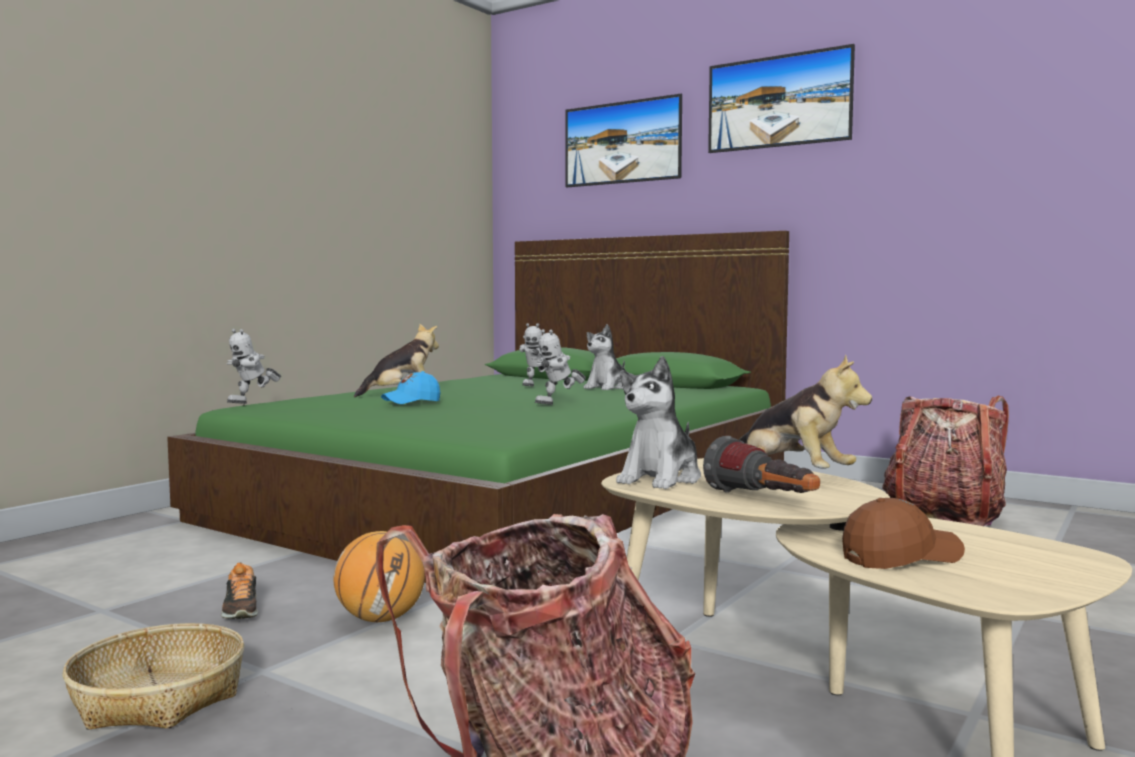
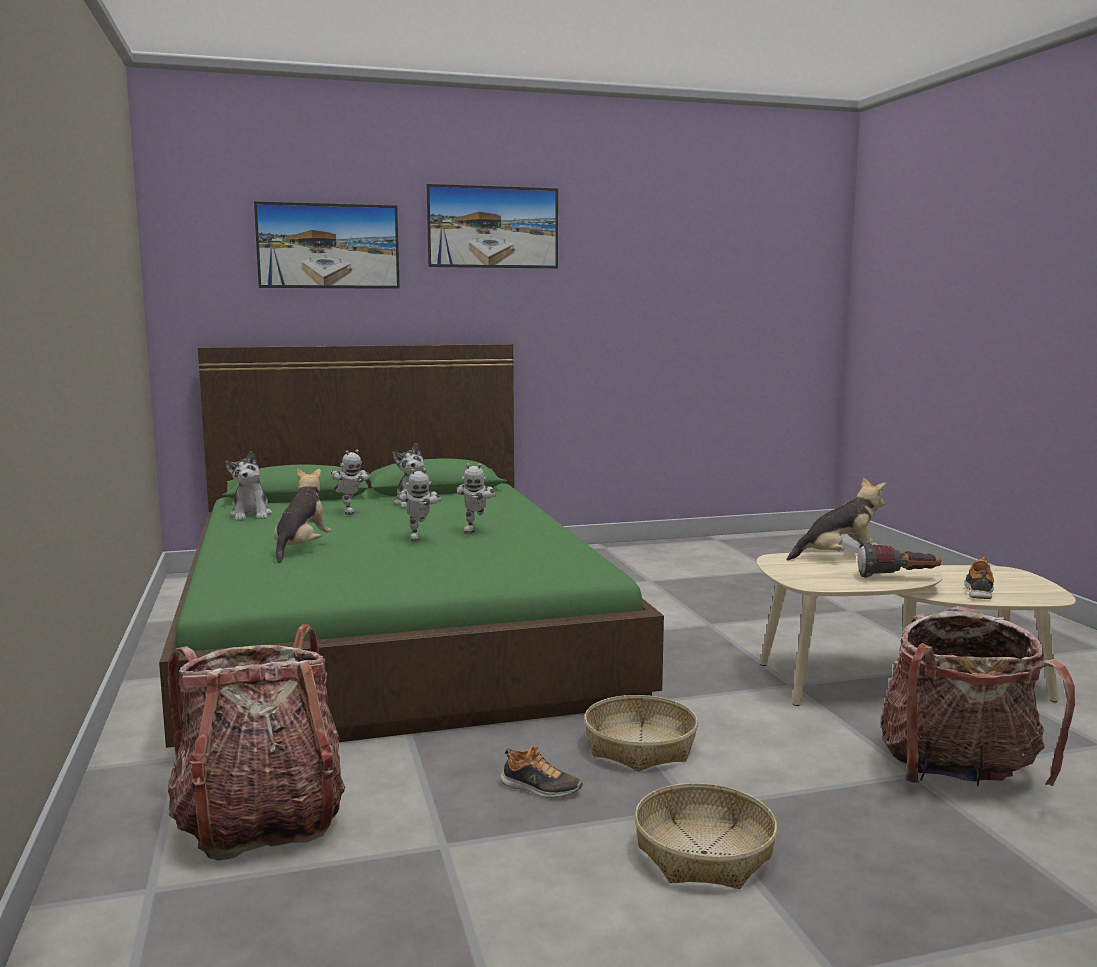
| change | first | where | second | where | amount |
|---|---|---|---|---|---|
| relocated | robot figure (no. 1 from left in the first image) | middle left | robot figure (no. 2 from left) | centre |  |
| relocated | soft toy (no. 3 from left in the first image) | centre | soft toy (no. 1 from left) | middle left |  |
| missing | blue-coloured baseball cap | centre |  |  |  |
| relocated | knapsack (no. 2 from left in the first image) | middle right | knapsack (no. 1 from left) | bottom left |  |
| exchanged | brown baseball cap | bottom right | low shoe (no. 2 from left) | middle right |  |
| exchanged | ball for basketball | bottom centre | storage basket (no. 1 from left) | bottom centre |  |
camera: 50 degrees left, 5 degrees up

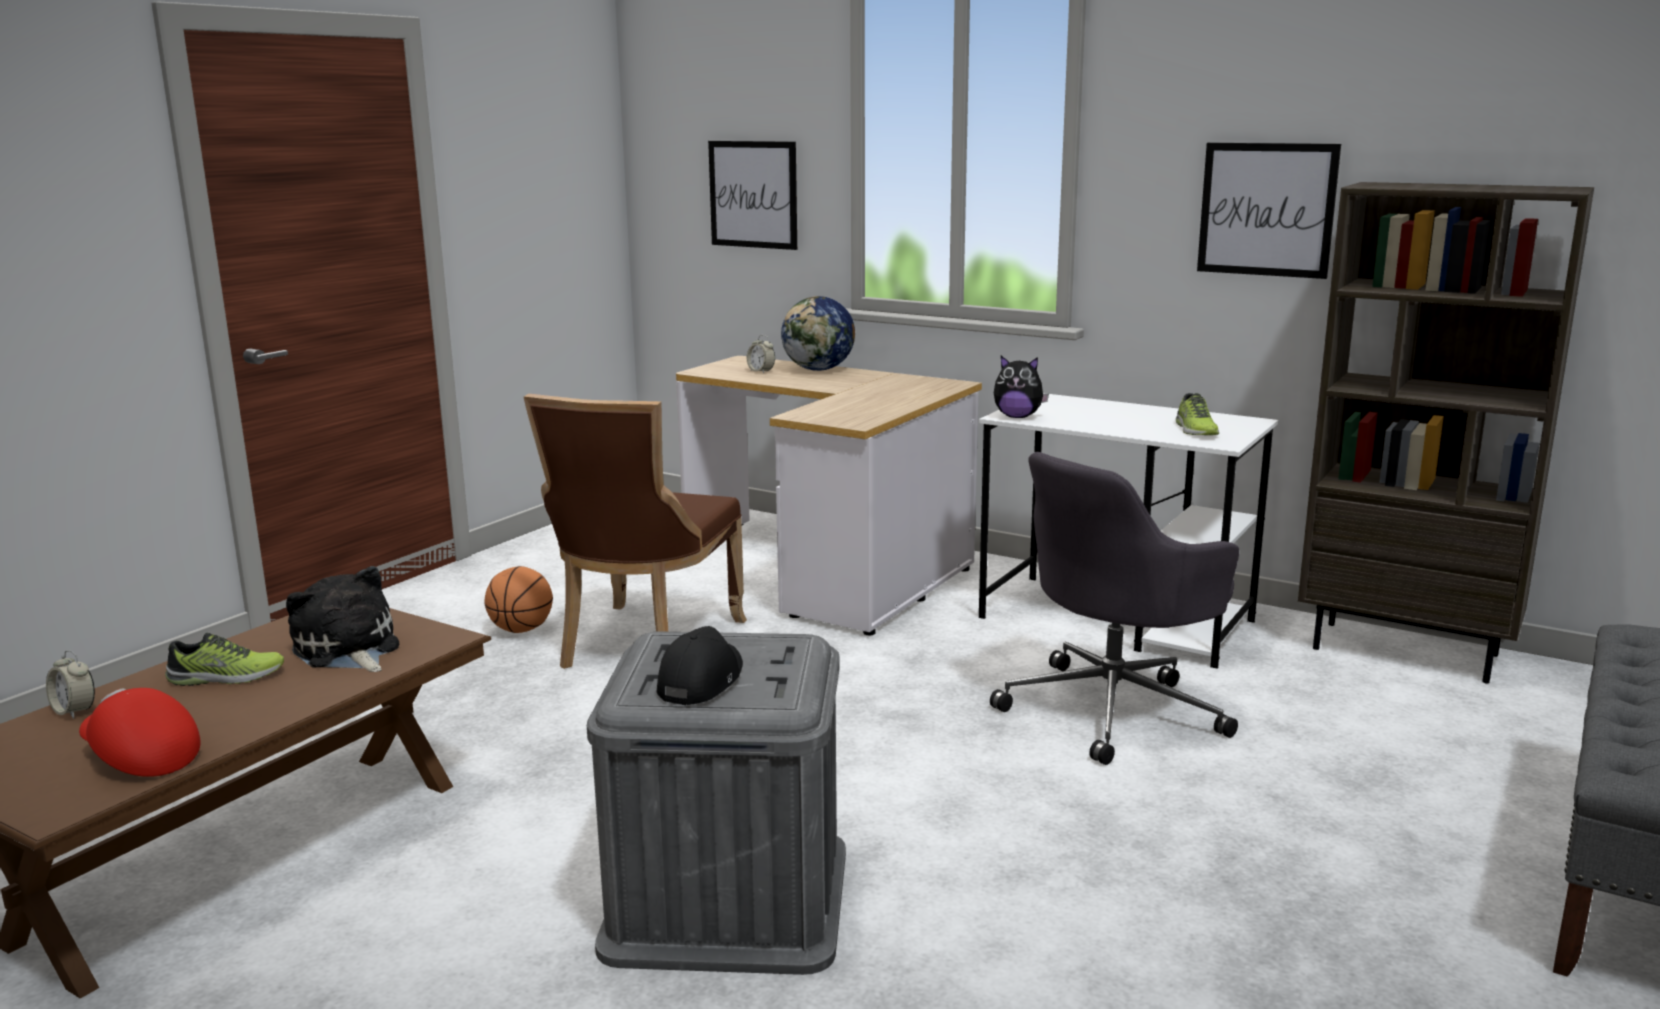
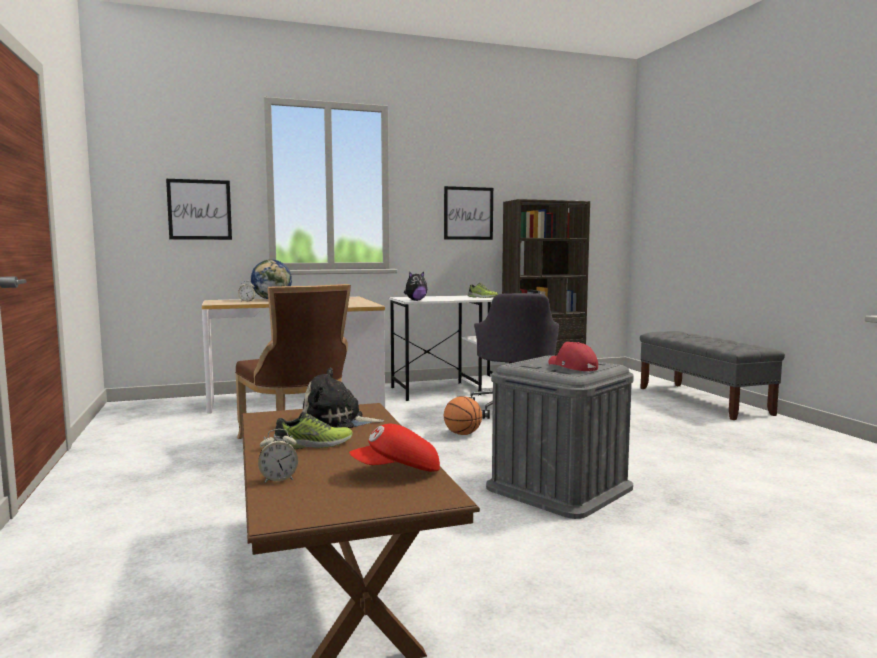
| change | first | where | second | where | amount |
|---|---|---|---|---|---|
| relocated | ball for basketball | middle left |  | centre |  |
| colour | black-coloured baseball cap | centre | reddish baseball cap (no. 2 from left) | centre |  |
| spun | low shoe (no. 1 from left) | middle left |  | centre | 45 degrees clockwise |
camera: 50 degrees left, 10 degrees down

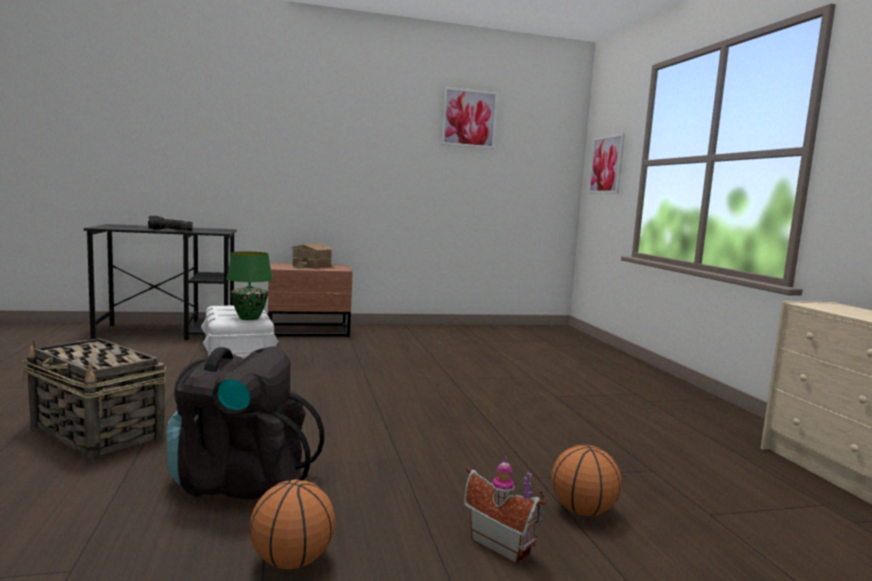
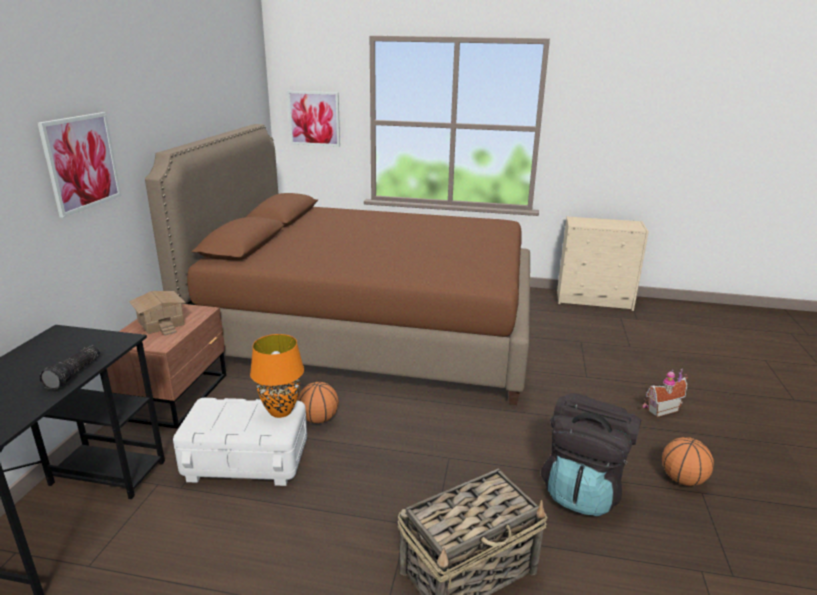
| change | first | where | second | where | amount |
|---|---|---|---|---|---|
| relocated | wall picture (no. 1 from left) | top centre |  | top left |  |
| colour | green lamp for a table | middle left | orange-coloured lamp for a table | centre |  |
| relocated | ball for basketball (no. 2 from left in the first image) | bottom right | ball for basketball (no. 1 from left) | bottom centre |  |
| appeared |  |  | brown sleeping bed | centre |  |
camera: 65 degrees left, 15 degrees up

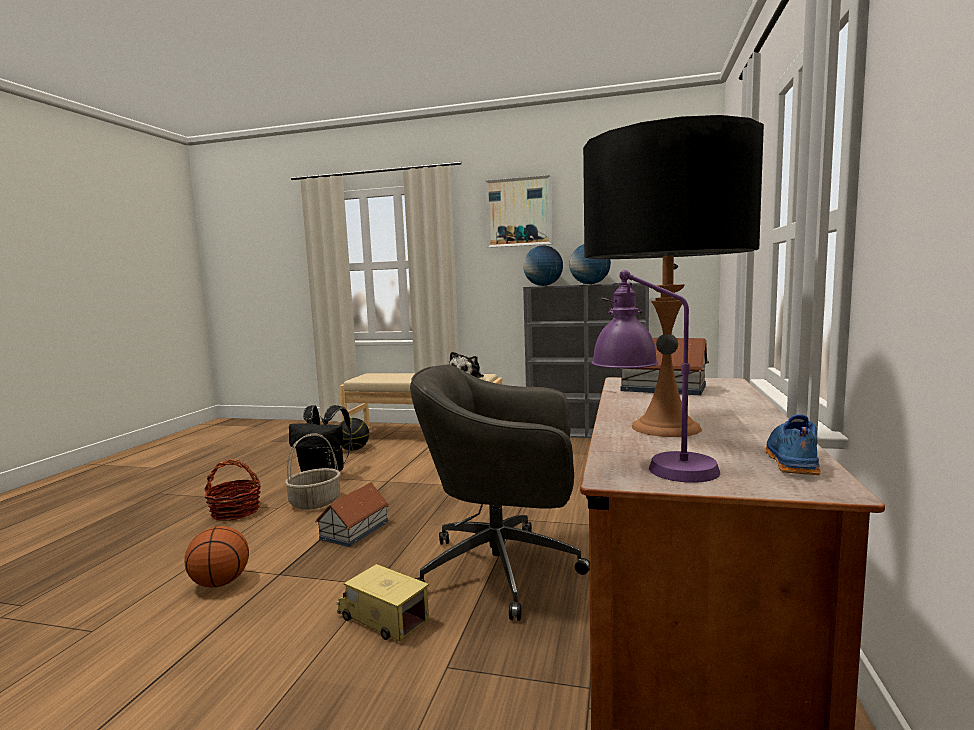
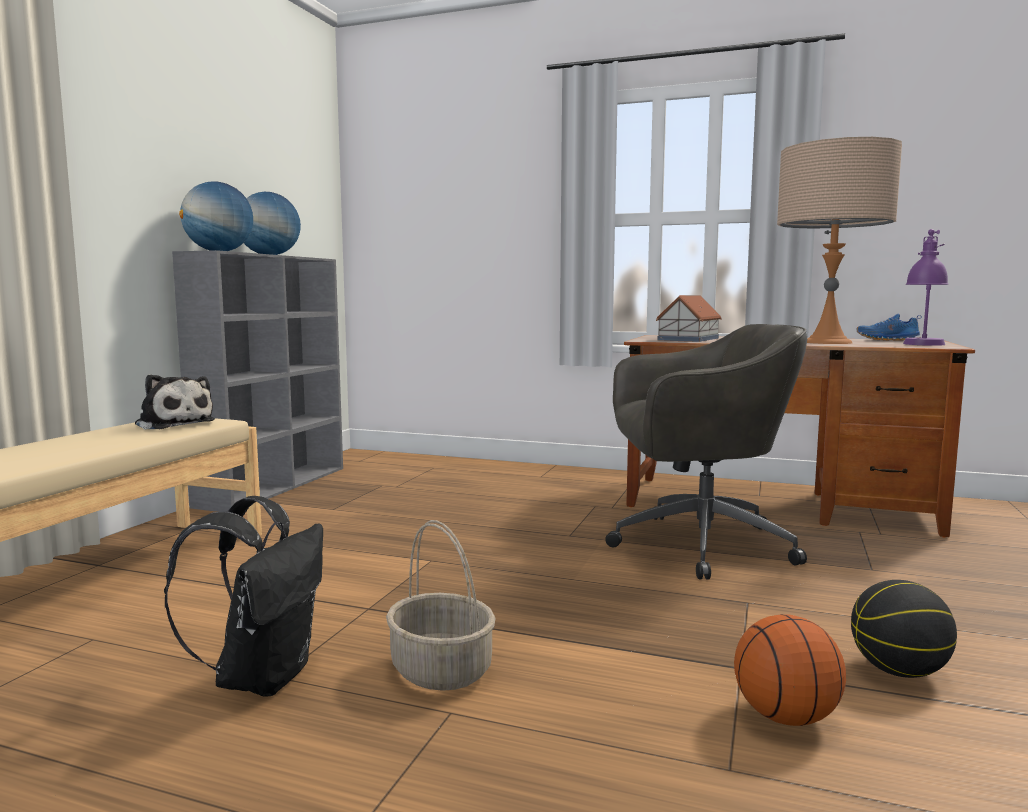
| change | first | where | second | where | amount |
|---|---|---|---|---|---|
| colour | black-coloured lamp for a table | middle right | beige lamp for a table | top right |  |
| missing | wall picture | top centre |  |  |  |
| spun | gray office chair | bottom centre |  | middle right | 105 degrees counterclockwise |
| relocated | ball for basketball (no. 2 from left) | centre |  | bottom right |  |
| missing | storage basket (no. 1 from left) | bottom left |  |  |  |
| missing | miniature house (no. 1 from left) | bottom centre |  |  |  |
| missing | toy lorry | bottom centre |  |  |  |
camera: 85 degrees left, 0 degrees up

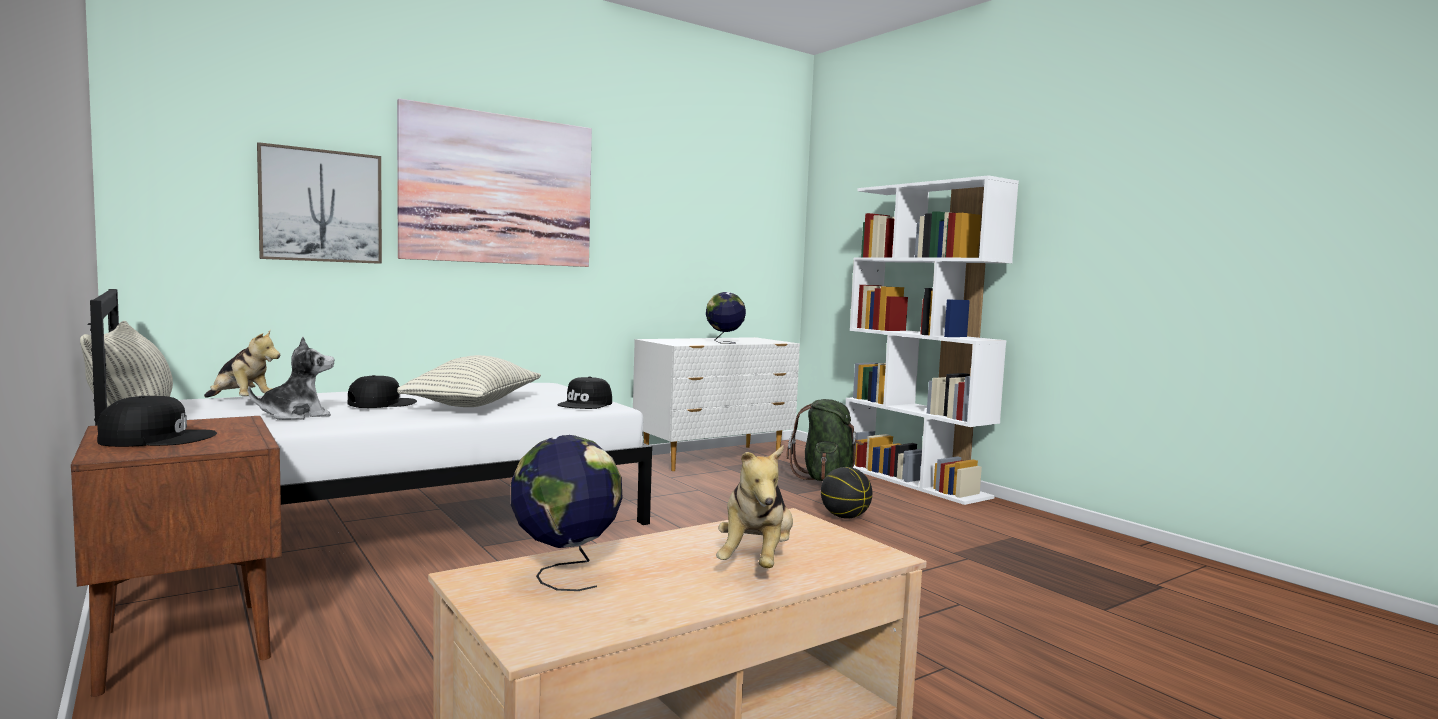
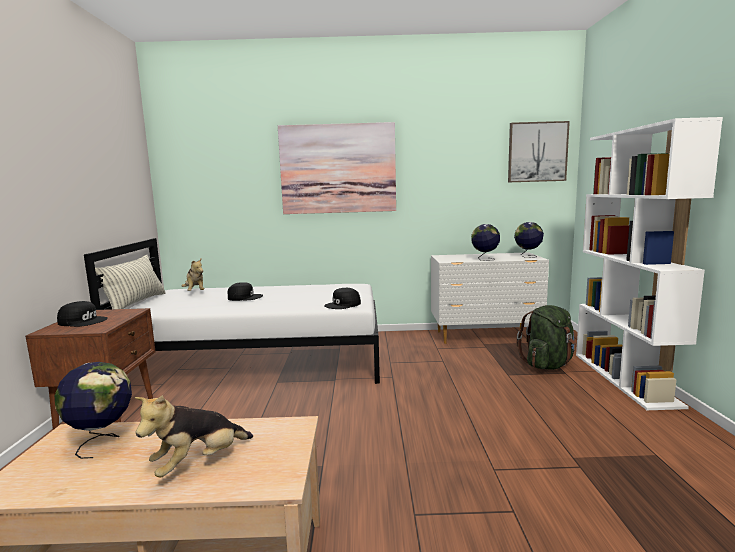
| change | first | where | second | where | amount |
|---|---|---|---|---|---|
| relocated | wall picture (no. 1 from left in the first image) | top left | wall picture (no. 2 from left) | top right |  |
| missing | soft toy (no. 2 from left) | middle left |  |  |  |
| missing | cushion (no. 2 from left) | middle left |  |  |  |
| missing | ball for basketball | bottom centre |  |  |  |
| appeared |  |  | world globe (no. 3 from left) | middle right |  |
camera: 35 degrees right, 5 degrees up

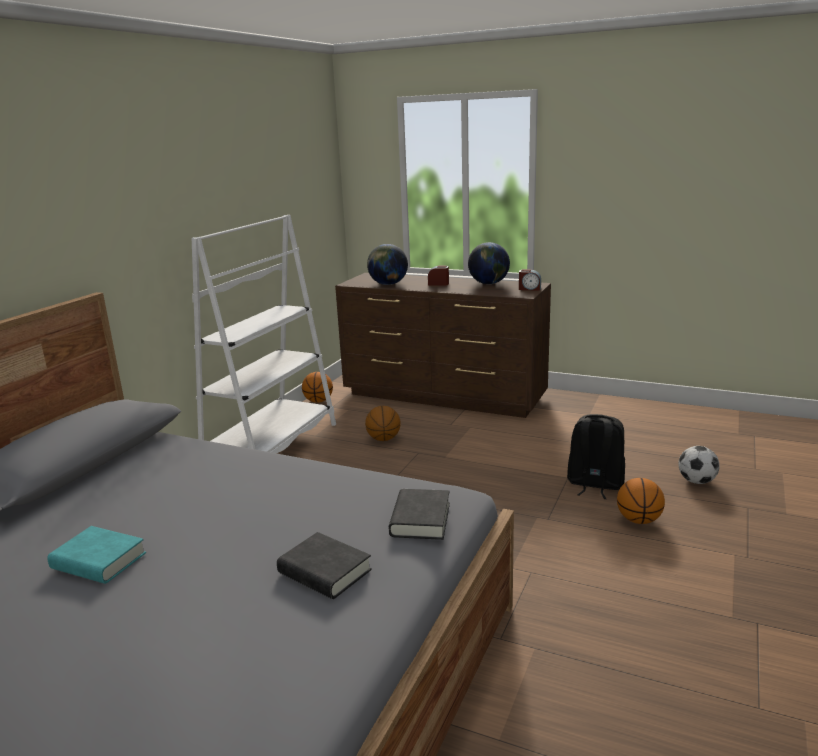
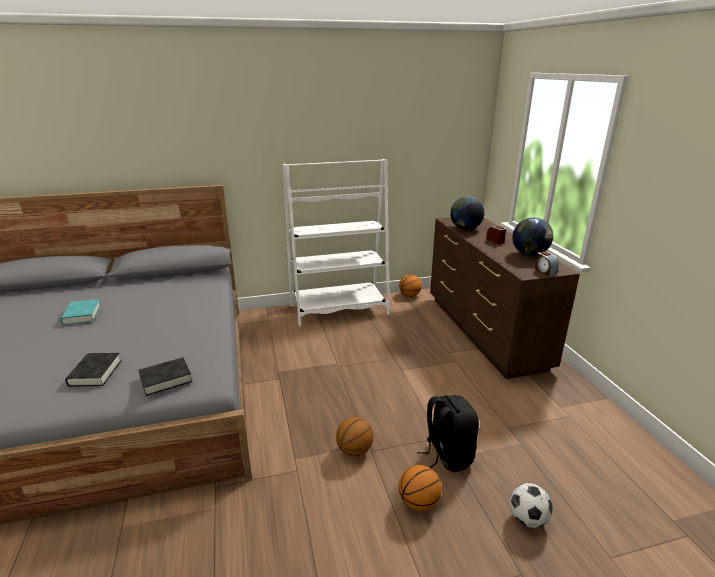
| change | first | where | second | where | amount |
|---|---|---|---|---|---|
| relocated | ball for basketball (no. 2 from left in the first image) | centre | ball for basketball (no. 1 from left) | bottom centre |  |
camera: 50 degrees right, 5 degrees up

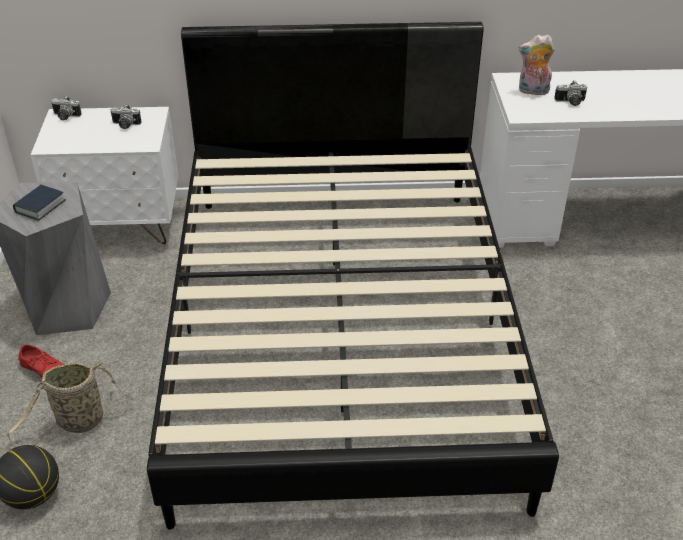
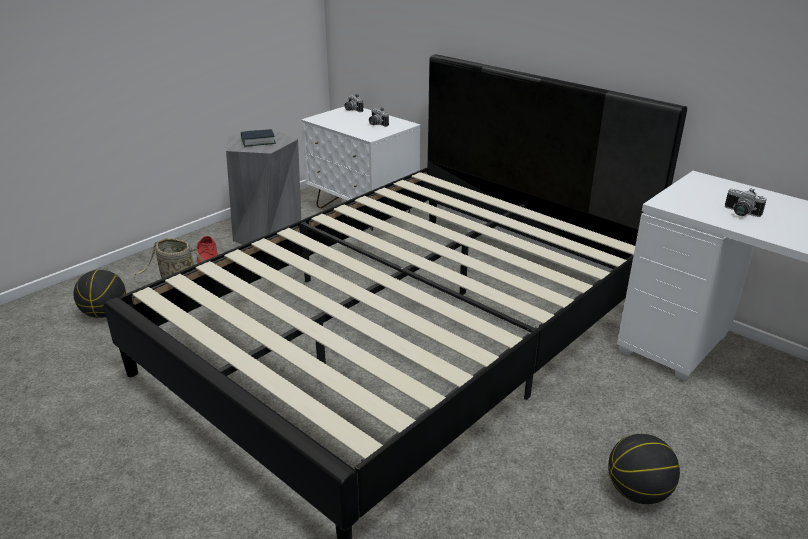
| change | first | where | second | where | amount |
|---|---|---|---|---|---|
| missing | soft toy | top right |  |  |  |
| appeared |  |  | ball for basketball (no. 2 from left) | bottom right |  |
camera: 45 degrees right, 10 degrees down

